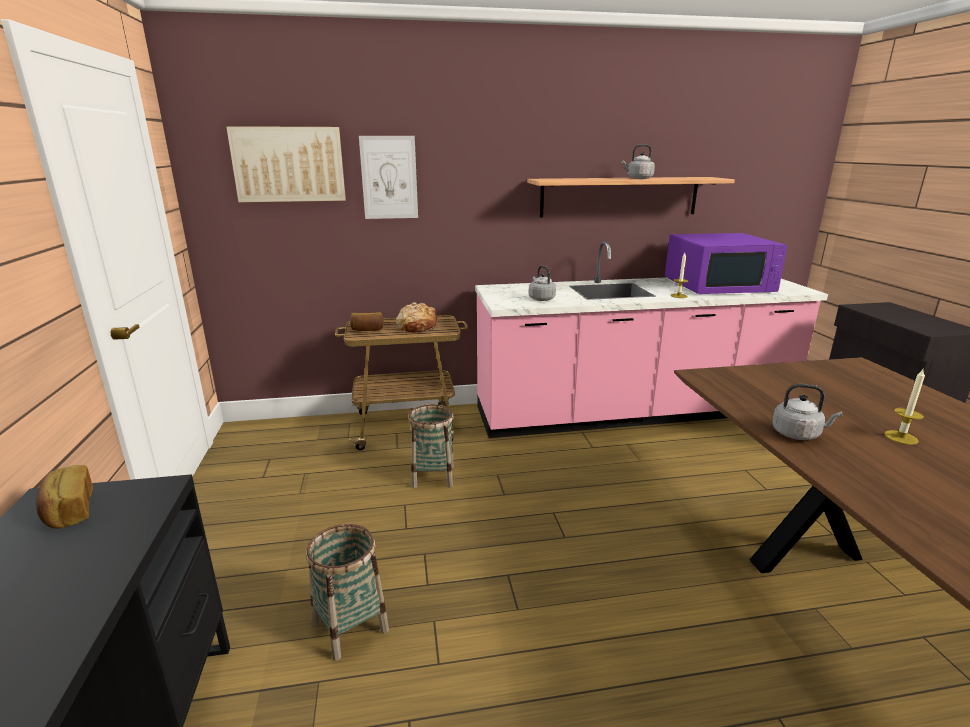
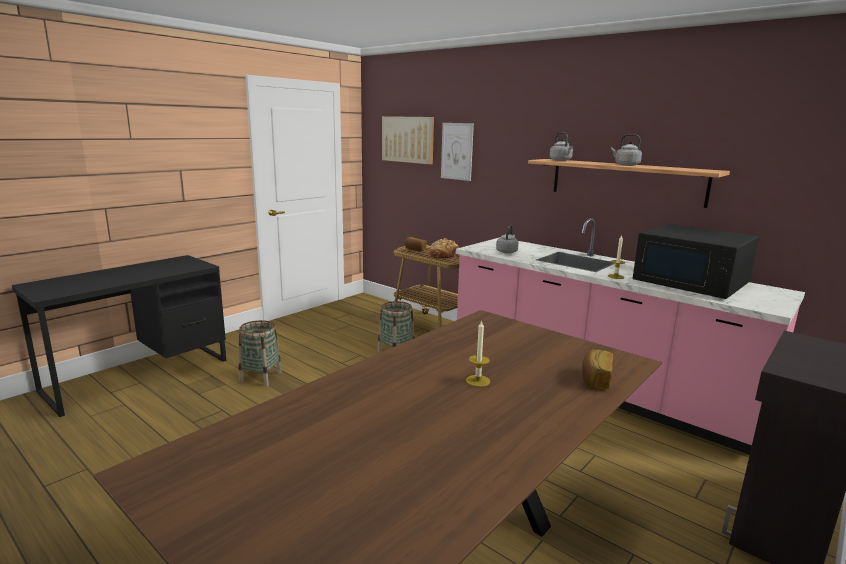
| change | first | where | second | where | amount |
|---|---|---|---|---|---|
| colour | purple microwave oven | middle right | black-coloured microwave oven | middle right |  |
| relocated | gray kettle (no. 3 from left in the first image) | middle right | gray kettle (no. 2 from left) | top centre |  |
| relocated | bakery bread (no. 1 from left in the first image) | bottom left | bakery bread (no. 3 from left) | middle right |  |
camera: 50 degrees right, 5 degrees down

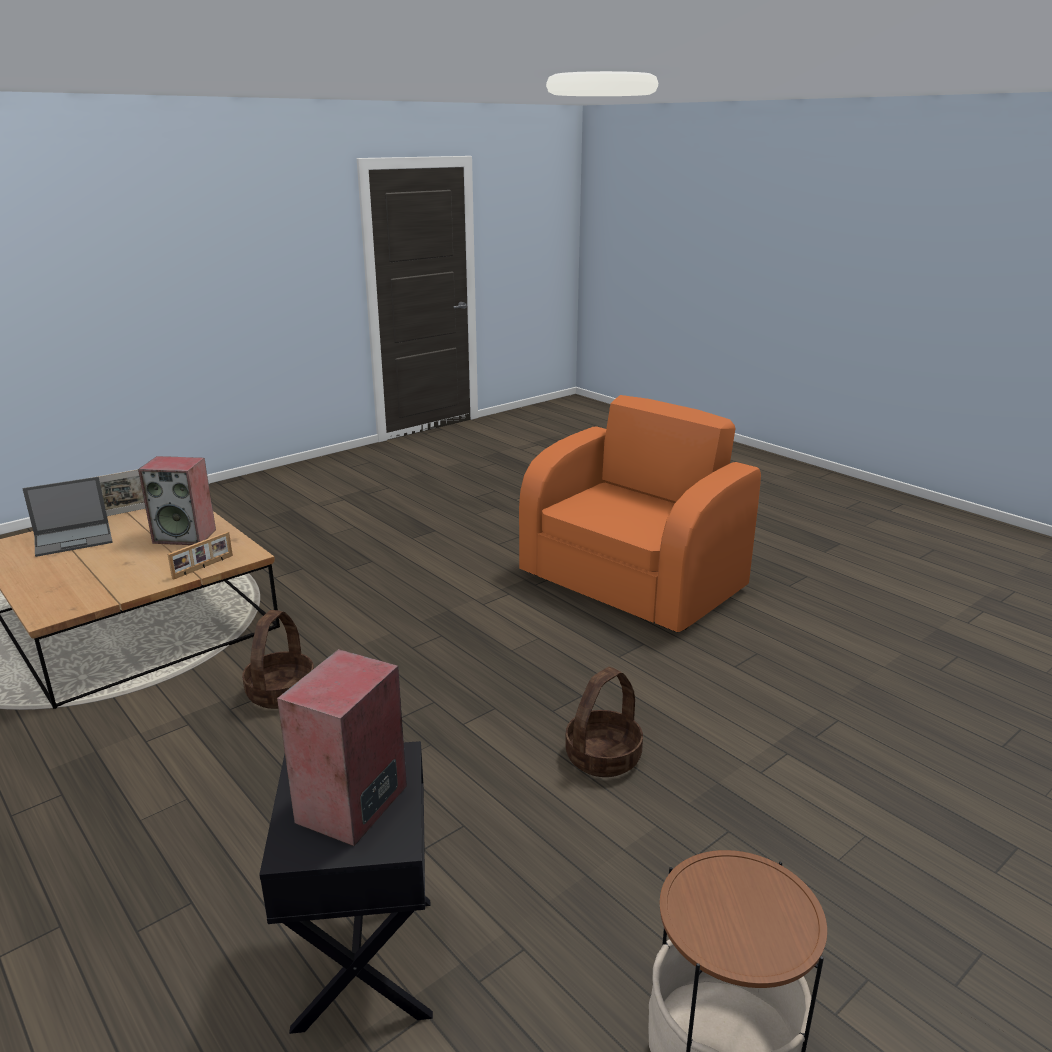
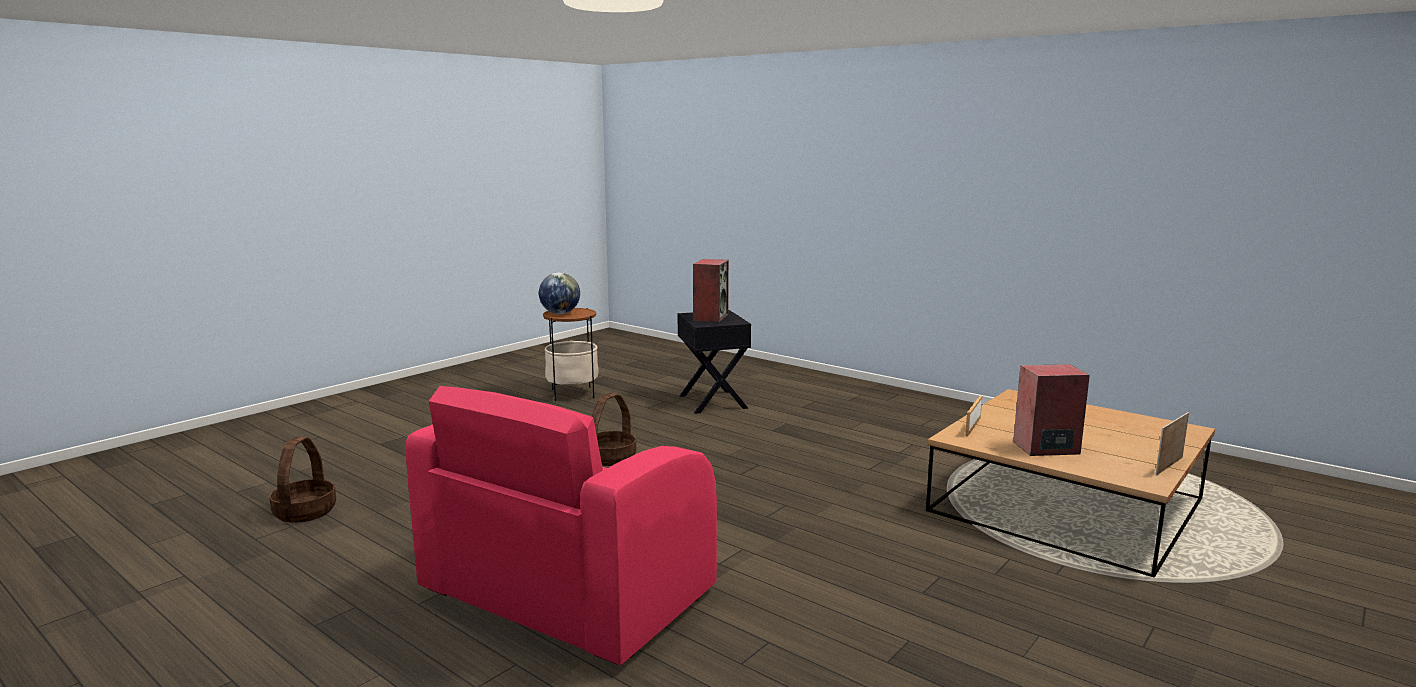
| change | first | where | second | where | amount |
|---|---|---|---|---|---|
| colour | orange-coloured armchair | centre | pink armchair | bottom centre |  |
| missing | portable computer | middle left |  |  |  |
| relocated | storage basket (no. 1 from left) | middle left |  | bottom left |  |
| appeared |  |  | world globe | centre |  |
camera: 170 degrees right, 10 degrees down

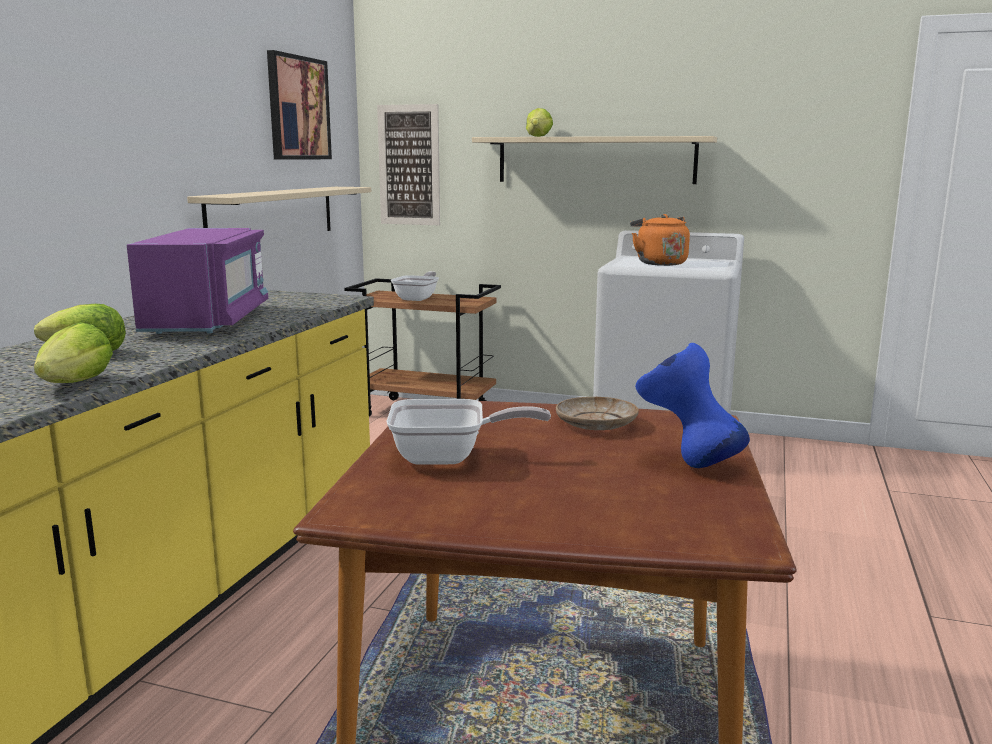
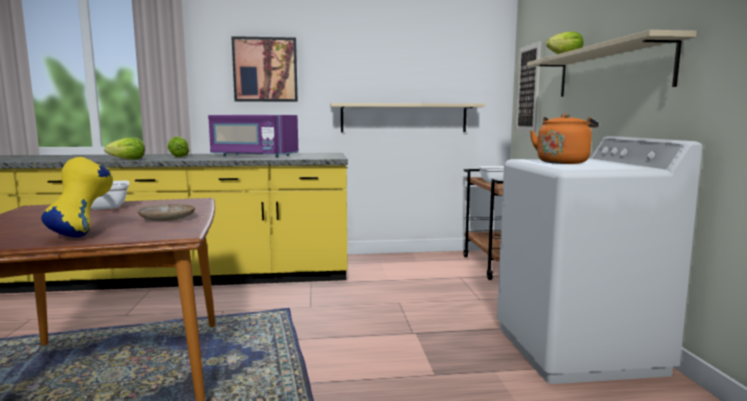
| change | first | where | second | where | amount |
|---|---|---|---|---|---|
| relocated | wall picture (no. 1 from left) | top left |  | top centre |  |
| spun | purple microwave oven | middle left |  | centre | 45 degrees clockwise |
| colour | blue-coloured flower vase | middle right | yellow flower vase | middle left |  |
camera: 65 degrees right, 5 degrees down

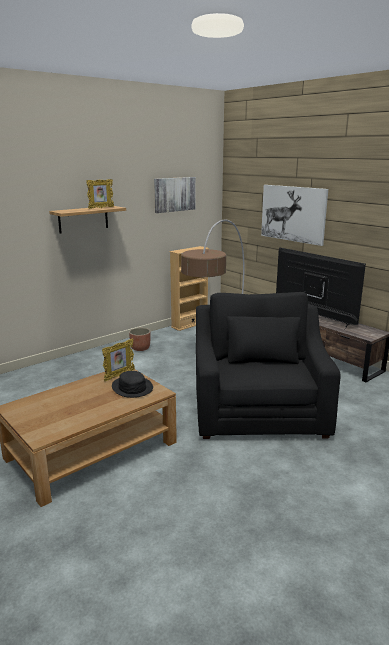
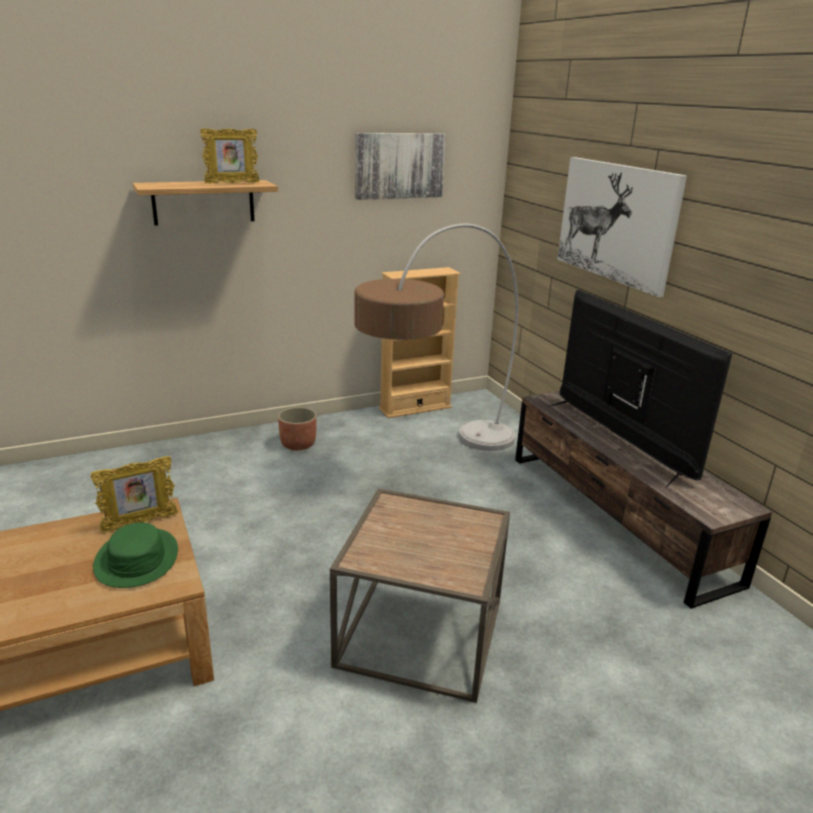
| change | first | where | second | where | amount |
|---|---|---|---|---|---|
| exchanged | black-coloured armchair | middle right | brown side table | bottom centre |  |
| colour | black-coloured hat | centre | green hat | bottom left |  |
camera: 15 degrees right, 5 degrees up

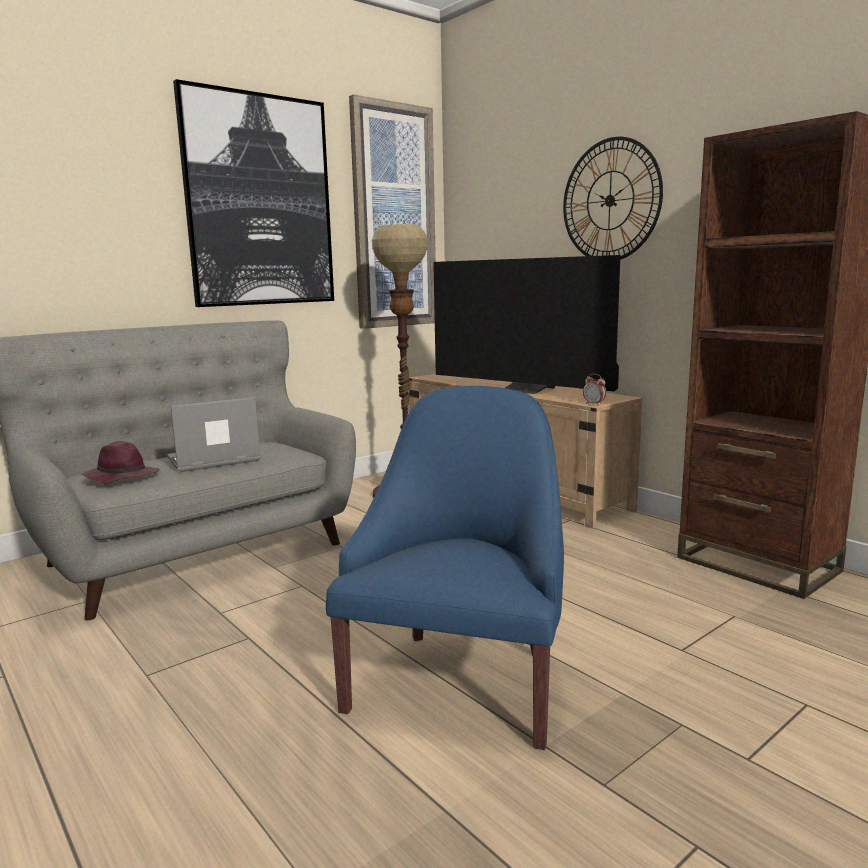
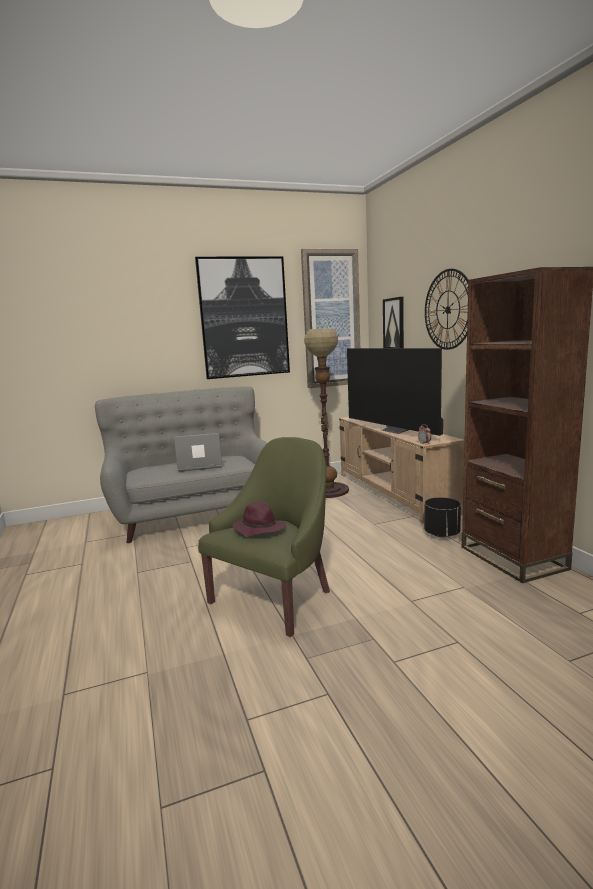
| change | first | where | second | where | amount |
|---|---|---|---|---|---|
| colour | blue-coloured armchair | centre | green armchair | centre |  |
| relocated | purple hat | middle left |  | centre |  |
| appeared |  |  | wall picture (no. 3 from left) | centre |  |
| appeared |  |  | black-coloured planter | middle right |  |
camera: 20 degrees right, 0 degrees up

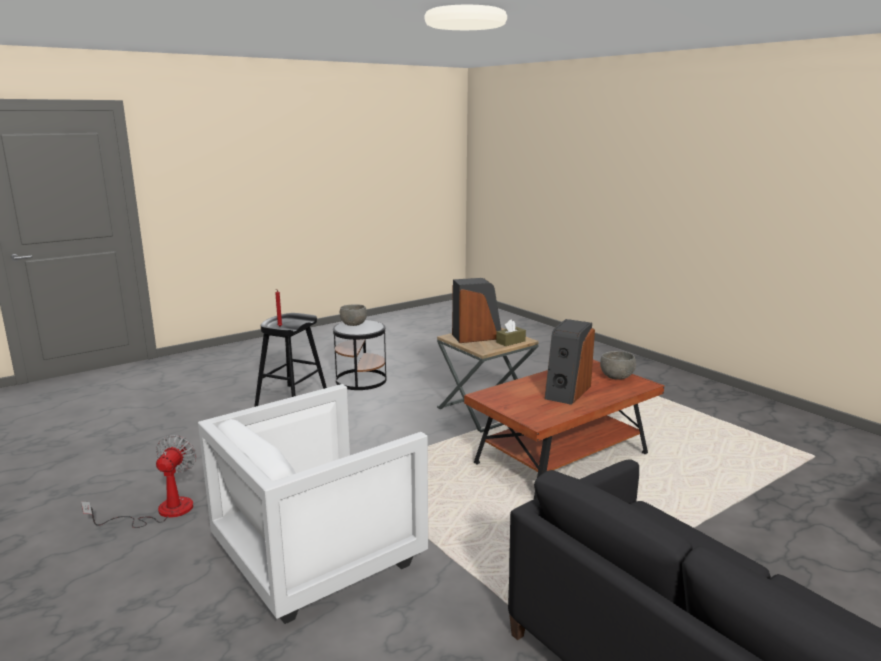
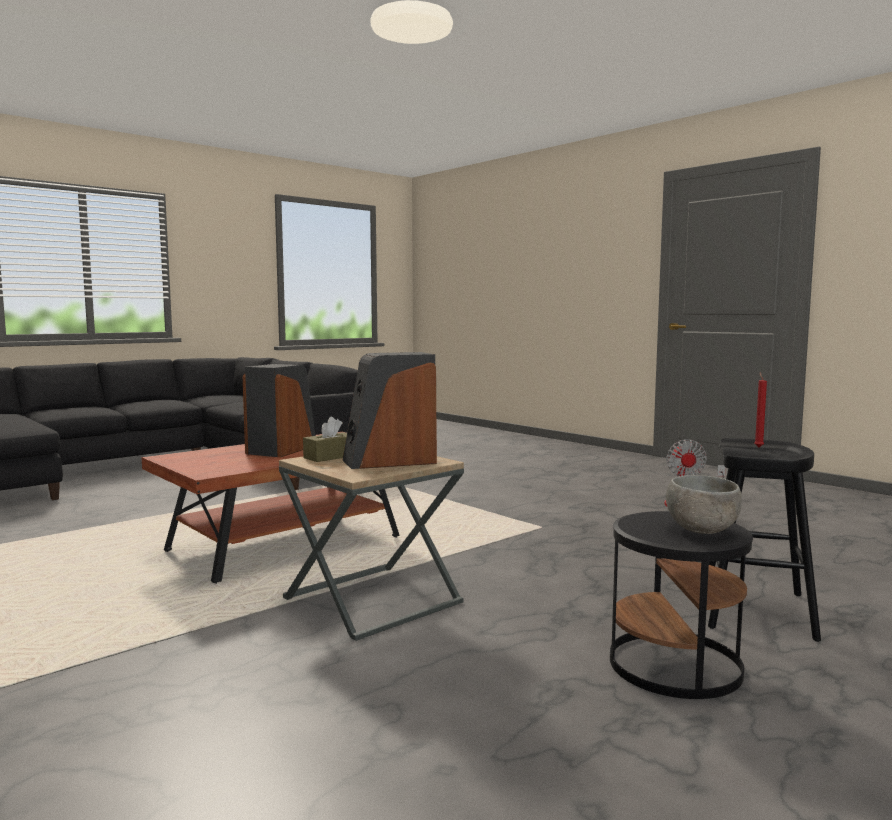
| change | first | where | second | where | amount |
|---|---|---|---|---|---|
| missing | gray deep dish (no. 2 from left) | middle right |  |  |  |
| missing | white-coloured armchair | bottom centre |  |  |  |
camera: 175 degrees right, 10 degrees down

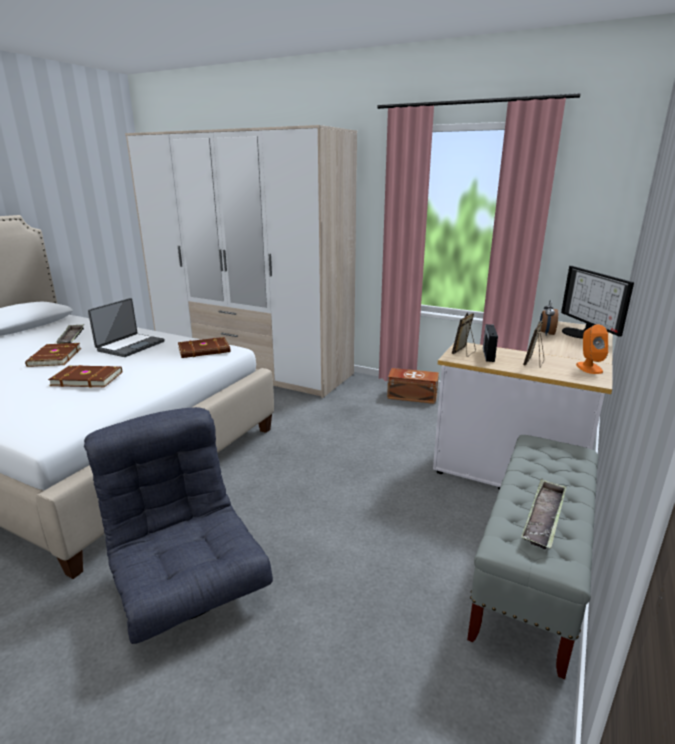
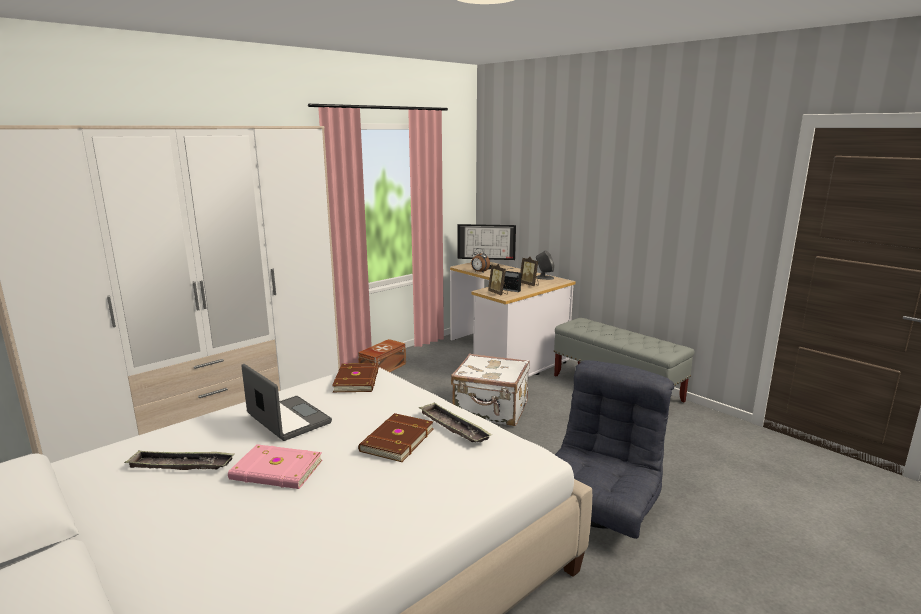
| change | first | where | second | where | amount |
|---|---|---|---|---|---|
| colour | orange-coloured speaker | middle right | gray speaker | centre |  |
| colour | brown volume (no. 1 from left) | middle left | pink volume | bottom left |  |
| spun | gray armchair | bottom left |  | bottom right | 135 degrees clockwise |
| relocated | tray (no. 2 from left) | bottom right |  | bottom centre |  |
| appeared |  |  | white-coloured travel case | centre |  |
camera: 70 degrees left, 5 degrees down

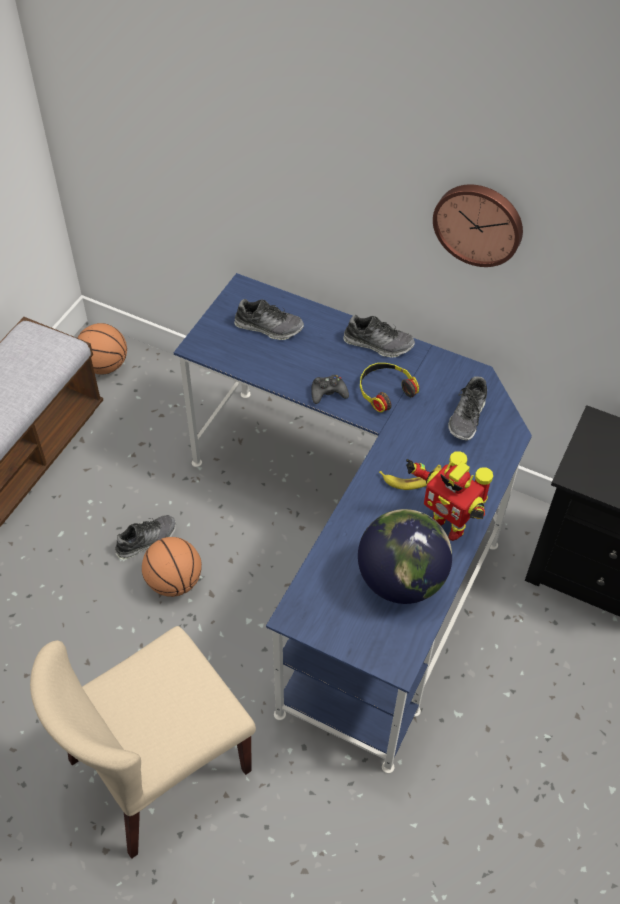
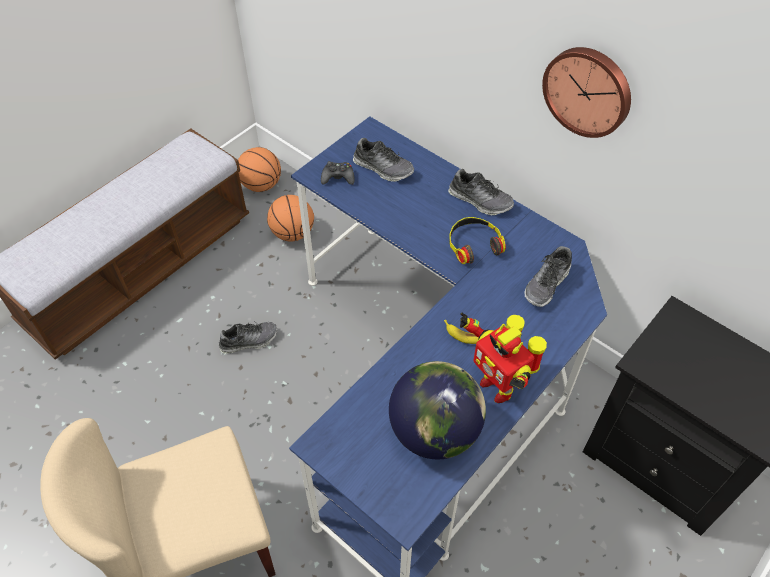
| change | first | where | second | where | amount |
|---|---|---|---|---|---|
| relocated | black-coloured gamepad | centre |  | top centre |  |
| relocated | ball for basketball (no. 2 from left) | middle left |  | centre |  |
camera: 15 degrees right, 0 degrees up

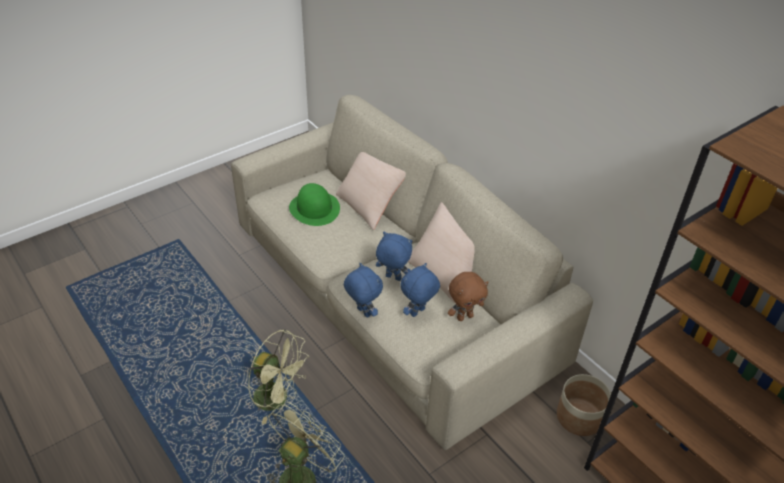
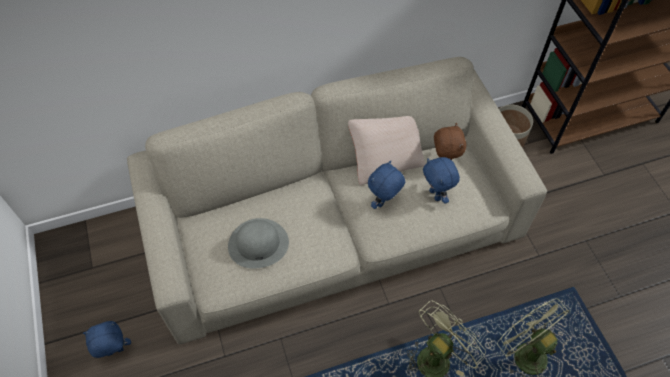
| change | first | where | second | where | amount |
|---|---|---|---|---|---|
| missing | beige cushion (no. 1 from left) | centre |  |  |  |
| colour | green hat | centre | gray hat | centre |  |
| relocated | blue-coloured soft toy (no. 1 from left) | centre |  | bottom left |  |
camera: 70 degrees left, 15 degrees up

